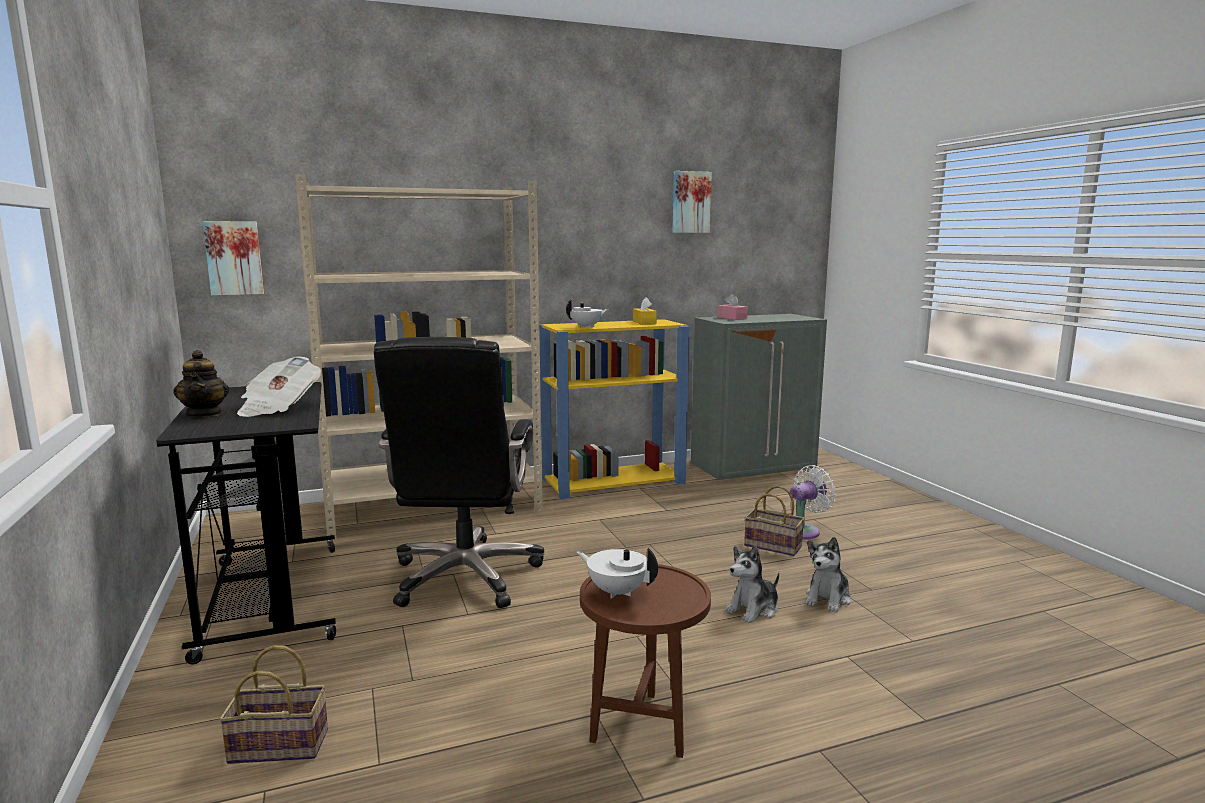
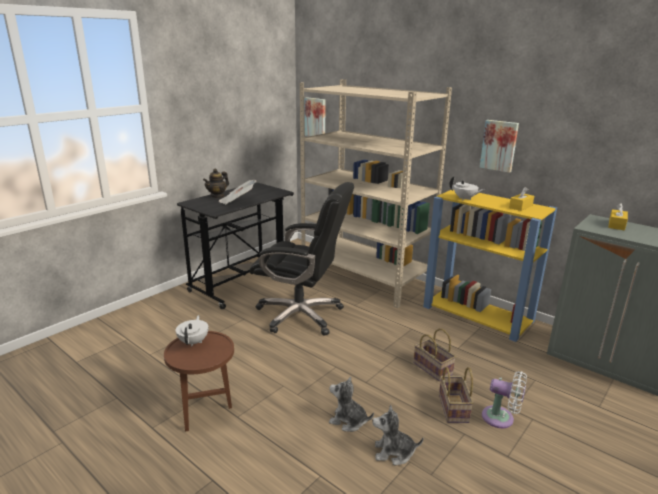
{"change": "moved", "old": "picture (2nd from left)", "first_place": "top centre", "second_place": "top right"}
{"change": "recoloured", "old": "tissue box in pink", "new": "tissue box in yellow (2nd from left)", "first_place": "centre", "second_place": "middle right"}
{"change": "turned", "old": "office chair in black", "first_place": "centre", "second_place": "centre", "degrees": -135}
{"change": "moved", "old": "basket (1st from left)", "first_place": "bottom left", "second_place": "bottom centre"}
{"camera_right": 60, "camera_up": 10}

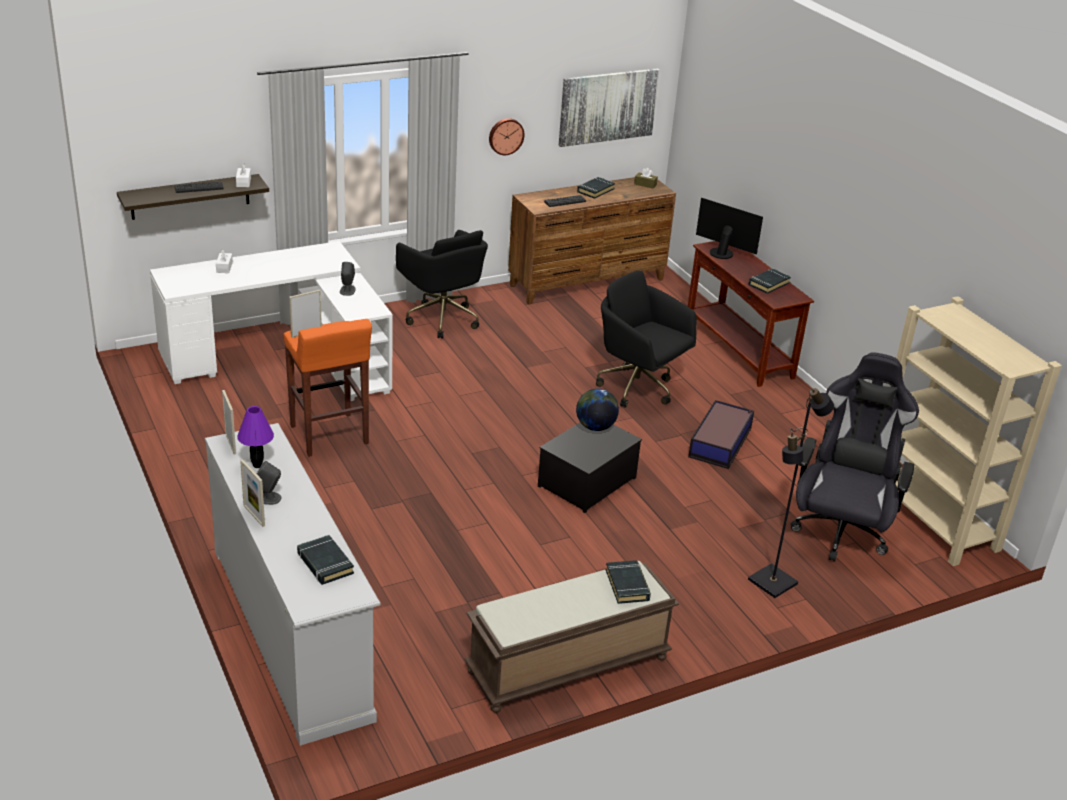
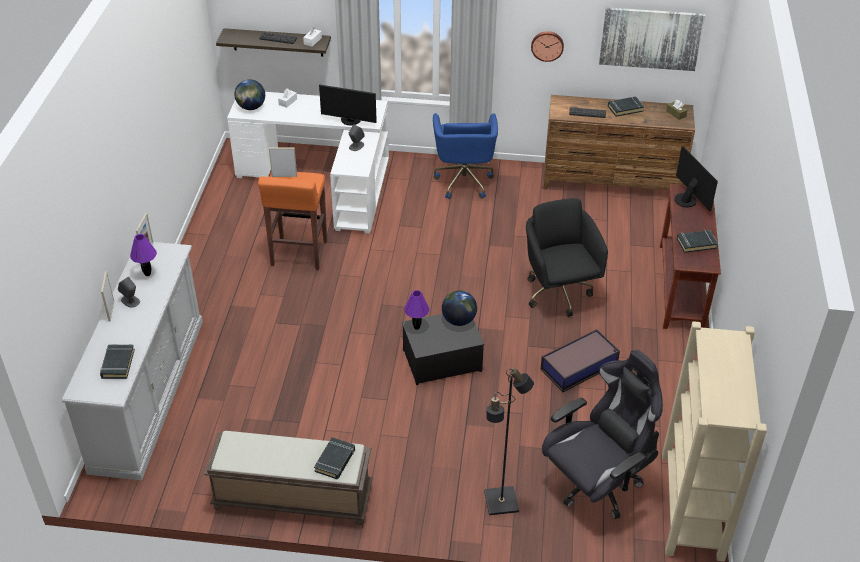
{"change": "recoloured", "old": "office chair in black (1st from left)", "new": "office chair in blue", "first_place": "centre", "second_place": "top centre"}
{"change": "added", "new": "globe (1st from left)", "second_place": "top left"}
{"change": "added", "new": "monitor (1st from left)", "second_place": "top centre"}
{"change": "added", "new": "table lamp in purple (2nd from left)", "second_place": "centre"}
{"camera_right": 35, "camera_up": 10}

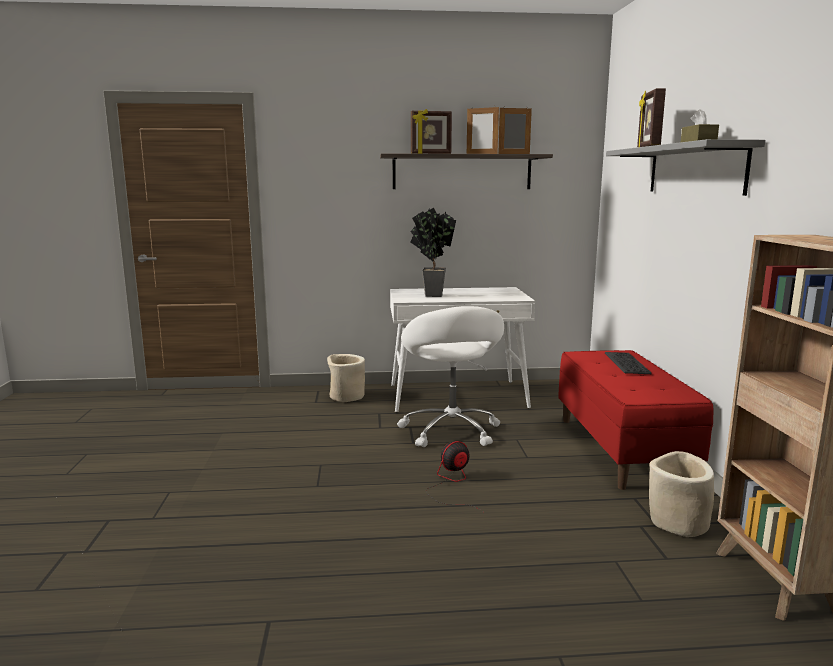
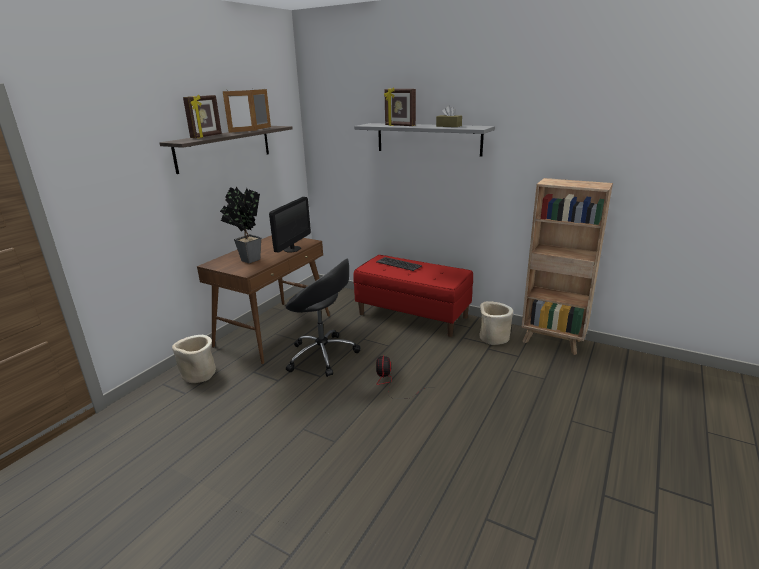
{"change": "recoloured", "old": "desk in white", "new": "desk in brown", "first_place": "centre", "second_place": "centre"}
{"change": "recoloured", "old": "office chair in white", "new": "office chair in black", "first_place": "centre", "second_place": "centre"}
{"change": "added", "new": "monitor", "second_place": "centre"}
{"camera_right": -55, "camera_up": 10}

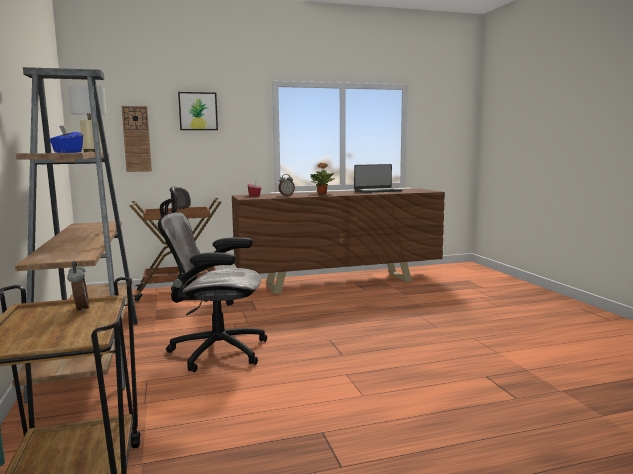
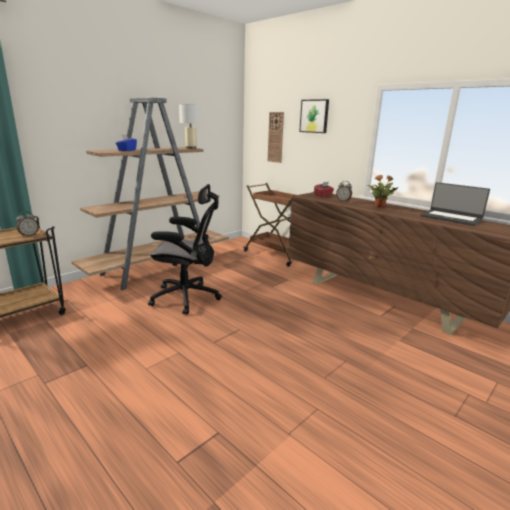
{"change": "turned", "old": "office chair", "first_place": "centre", "second_place": "centre", "degrees": 120}
{"camera_right": 60, "camera_up": 10}

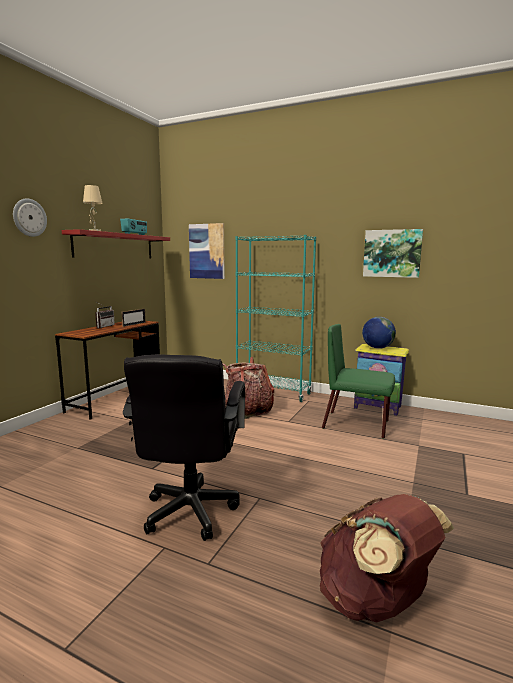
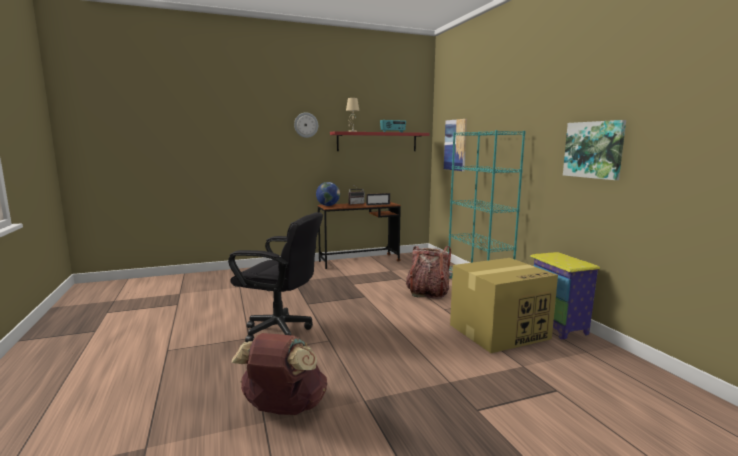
{"change": "moved", "old": "globe", "first_place": "middle right", "second_place": "centre"}
{"change": "replaced", "old": "chair in green", "new": "cardboard box", "first_place": "middle right", "second_place": "bottom right"}
{"change": "turned", "old": "office chair in black", "first_place": "centre", "second_place": "centre", "degrees": -120}
{"camera_right": 45, "camera_up": 0}

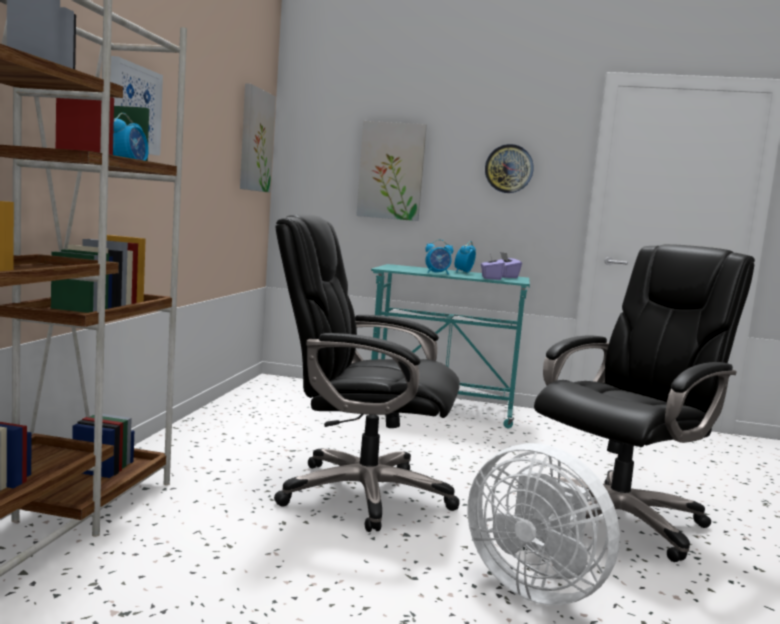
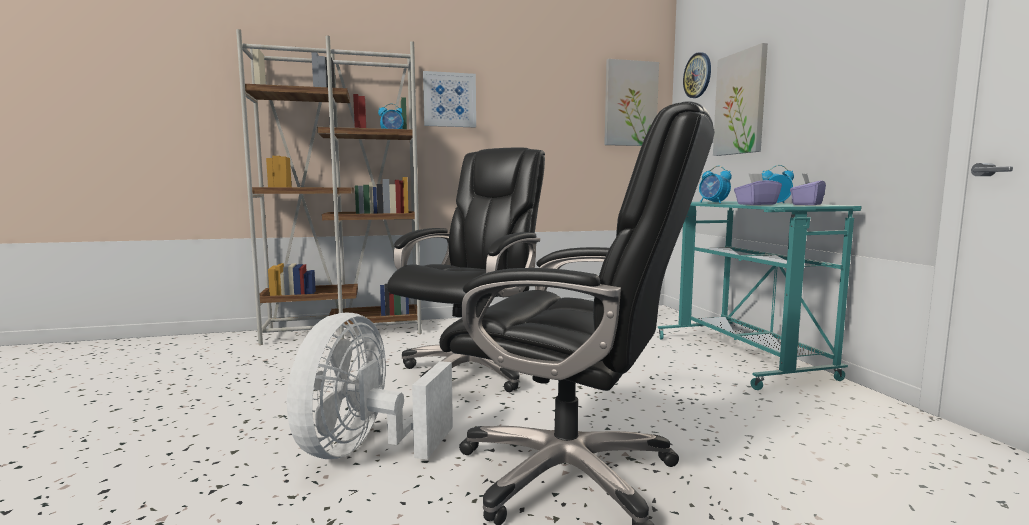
{"change": "moved", "old": "wall clock", "first_place": "top centre", "second_place": "top right"}
{"change": "turned", "old": "office chair in black (1st from left)", "first_place": "centre", "second_place": "centre", "degrees": 45}
{"camera_right": 65, "camera_up": 0}

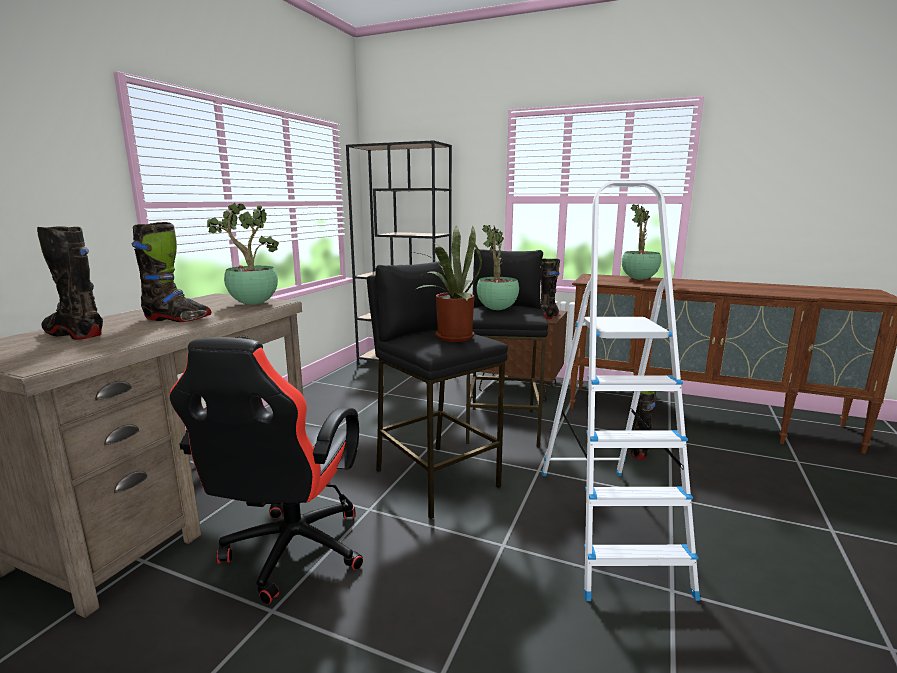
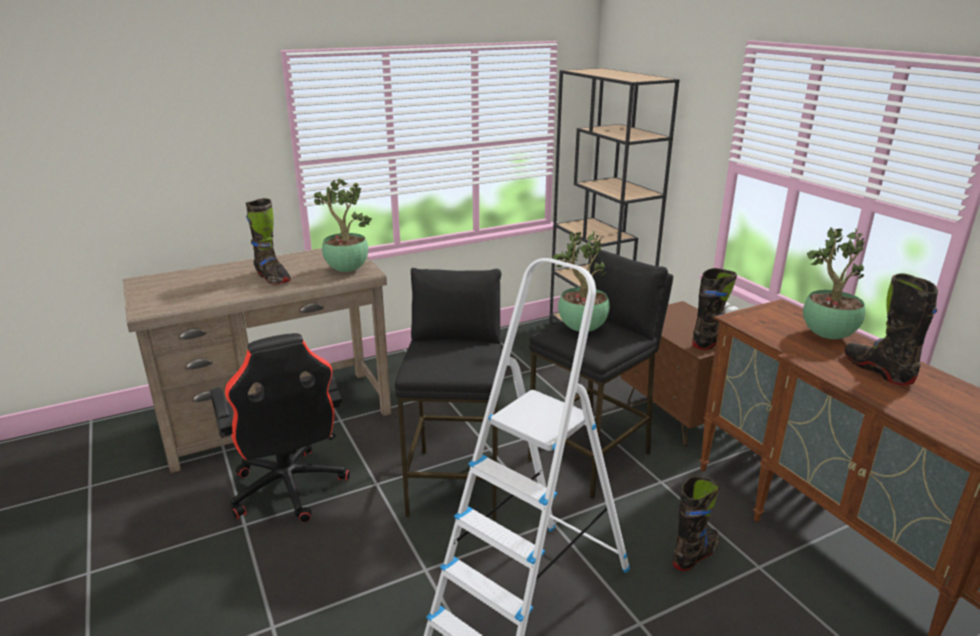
{"change": "removed", "old": "potted plant (2nd from left)", "first_place": "centre"}
{"change": "moved", "old": "boot in black (1st from left in the first image)", "new": "boot in black (4th from left)", "first_place": "middle left", "second_place": "middle right"}
{"change": "turned", "old": "office chair in black", "first_place": "bottom left", "second_place": "bottom left", "degrees": -75}
{"camera_right": 40, "camera_up": 10}

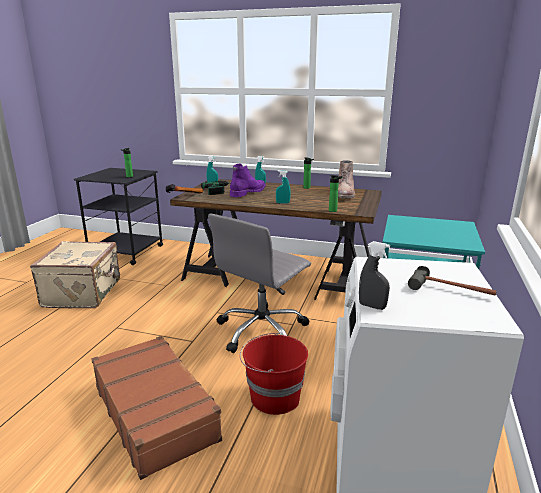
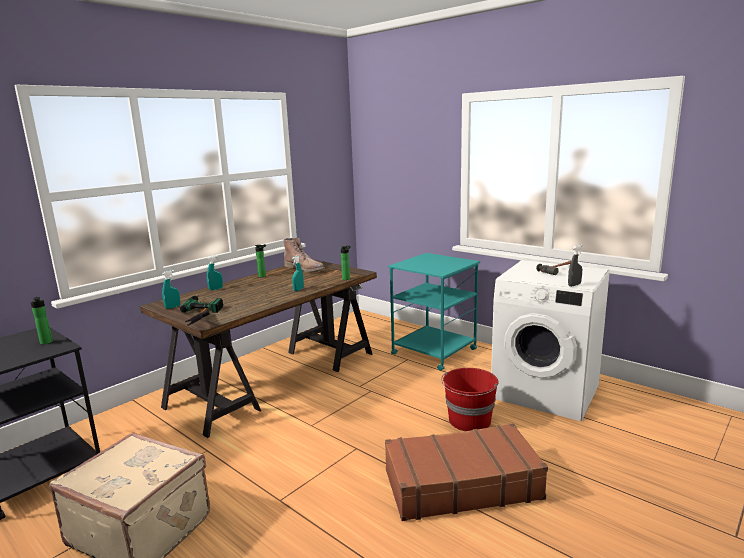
{"change": "removed", "old": "boot in purple", "first_place": "centre"}
{"change": "removed", "old": "office chair in grey", "first_place": "centre"}
{"camera_right": -65, "camera_up": -5}

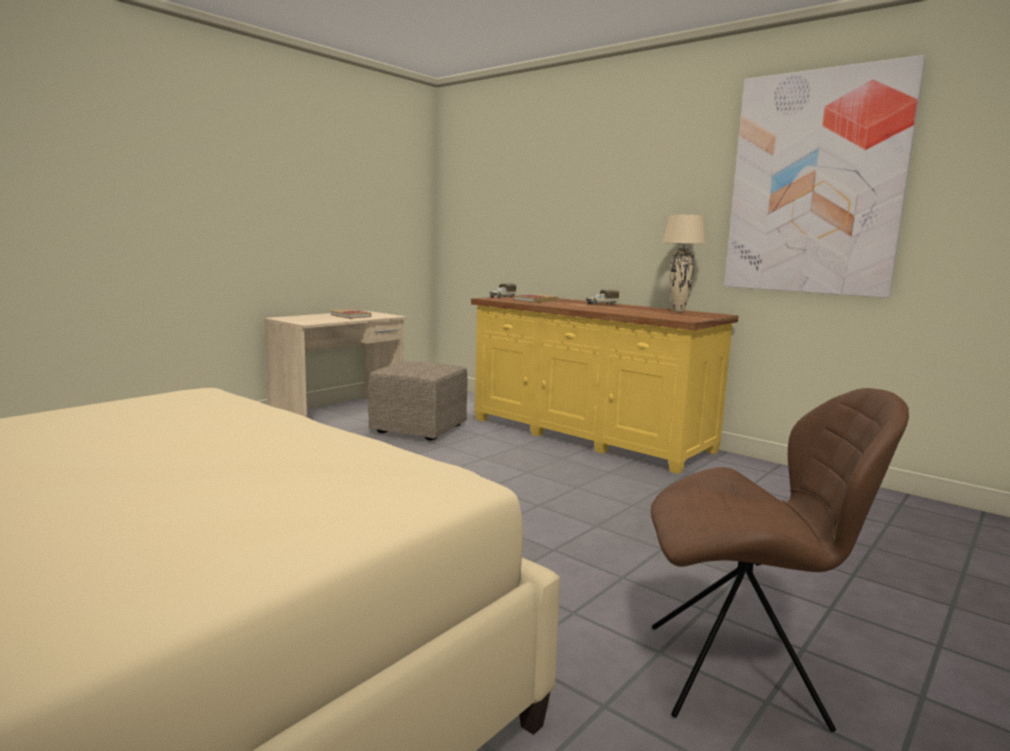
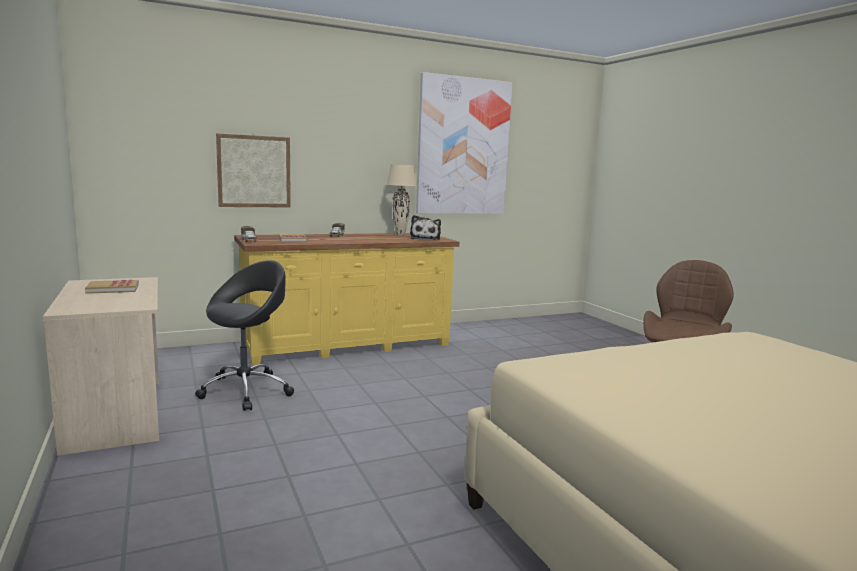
{"change": "replaced", "old": "ottoman in beige", "new": "office chair in black", "first_place": "centre", "second_place": "middle left"}
{"change": "added", "new": "picture (1st from left)", "second_place": "top left"}
{"change": "added", "new": "plush toy", "second_place": "centre"}
{"camera_right": -65, "camera_up": 0}

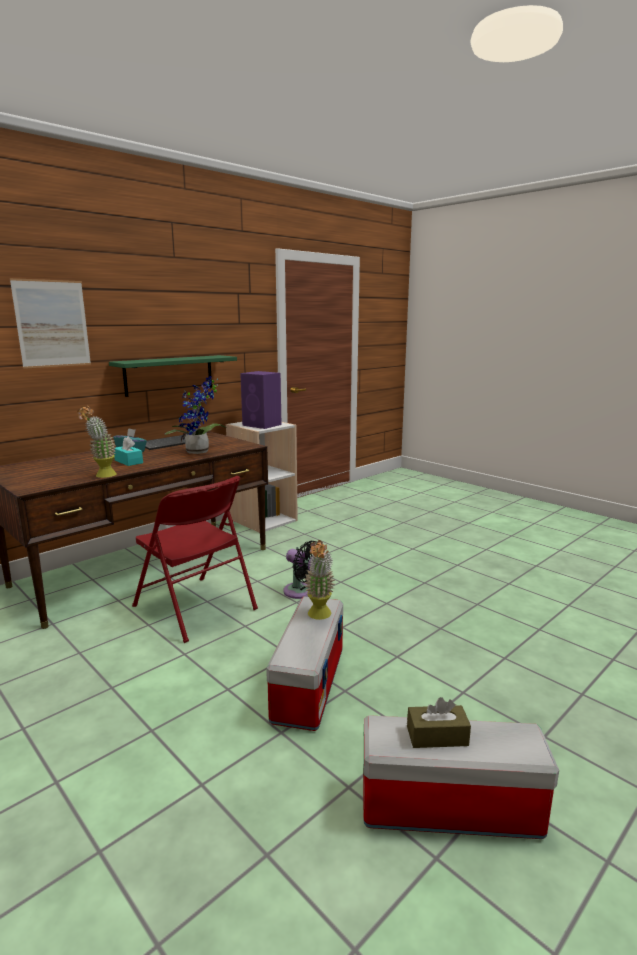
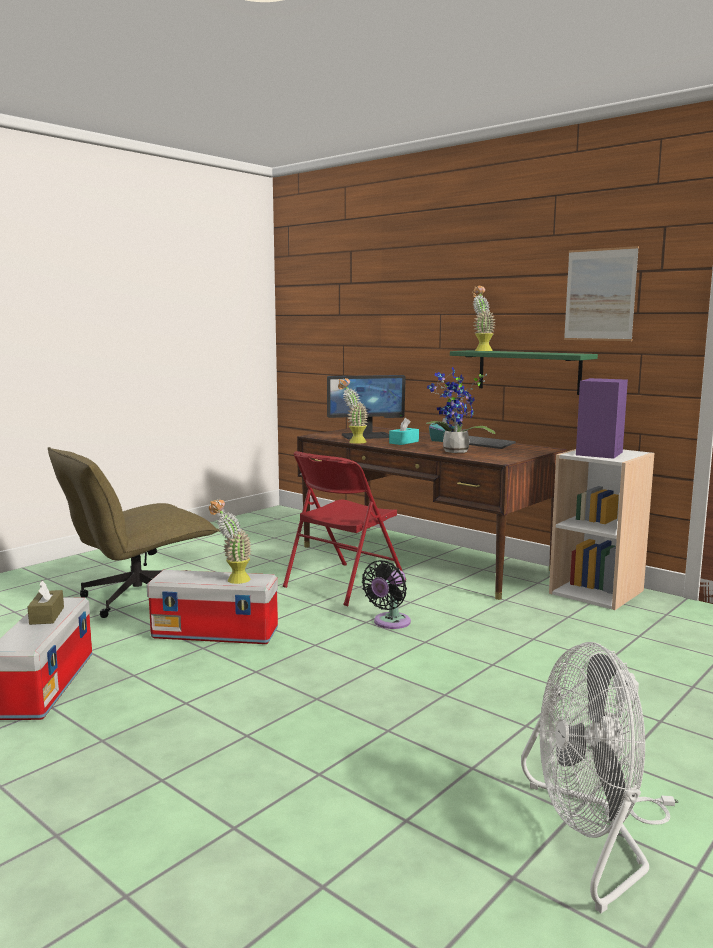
{"change": "moved", "old": "picture", "first_place": "middle left", "second_place": "top right"}
{"change": "added", "new": "potted plant (4th from left)", "second_place": "middle right"}
{"change": "added", "new": "monitor", "second_place": "centre"}
{"change": "added", "new": "office chair in beige", "second_place": "middle left"}
{"change": "added", "new": "fan in white", "second_place": "bottom right"}
{"camera_right": 85, "camera_up": -5}

